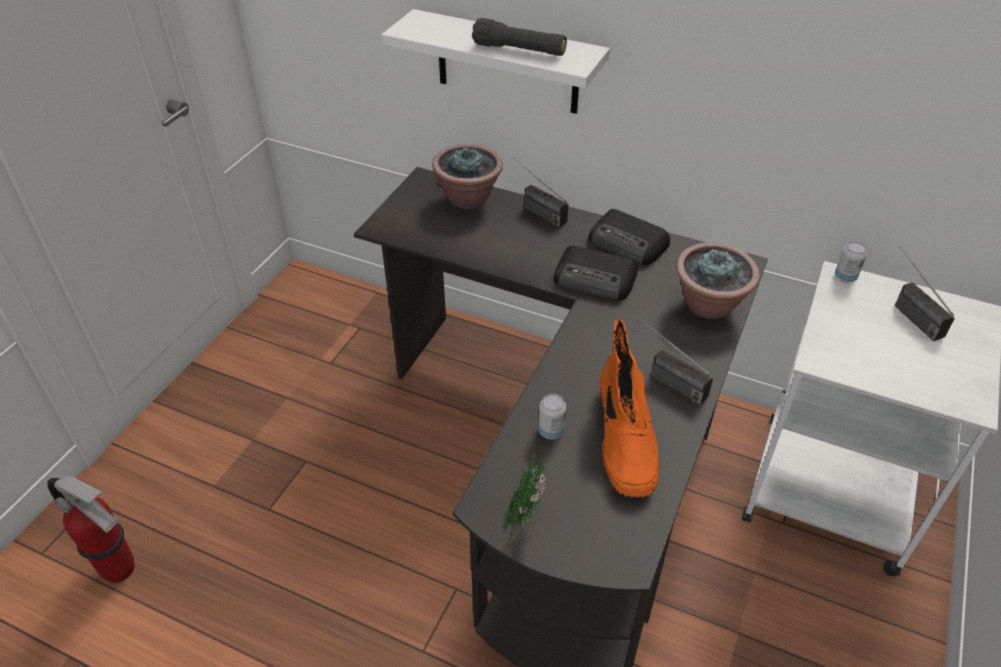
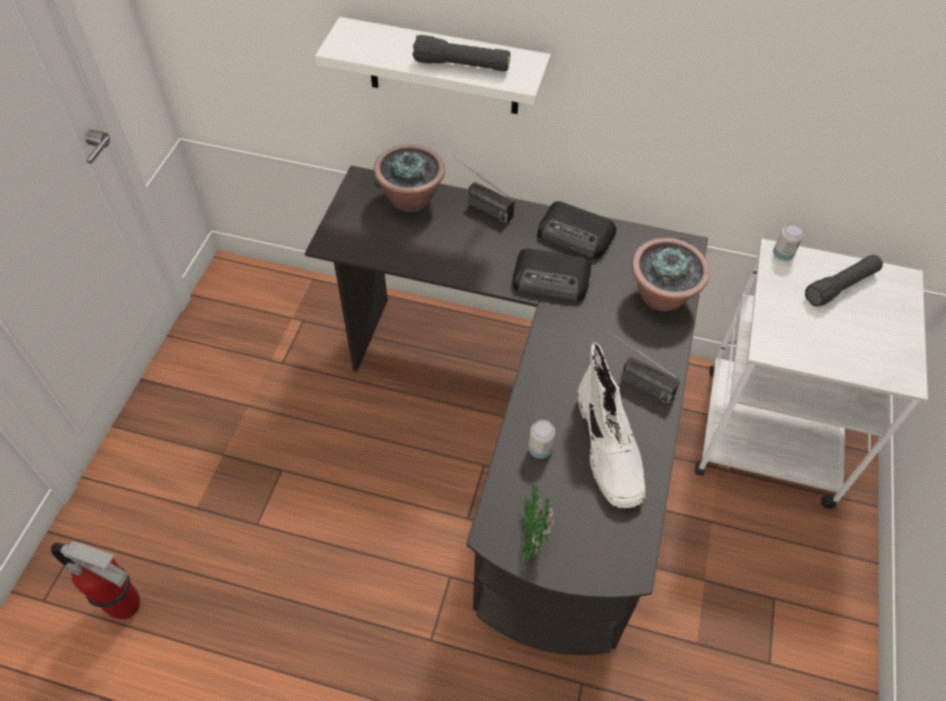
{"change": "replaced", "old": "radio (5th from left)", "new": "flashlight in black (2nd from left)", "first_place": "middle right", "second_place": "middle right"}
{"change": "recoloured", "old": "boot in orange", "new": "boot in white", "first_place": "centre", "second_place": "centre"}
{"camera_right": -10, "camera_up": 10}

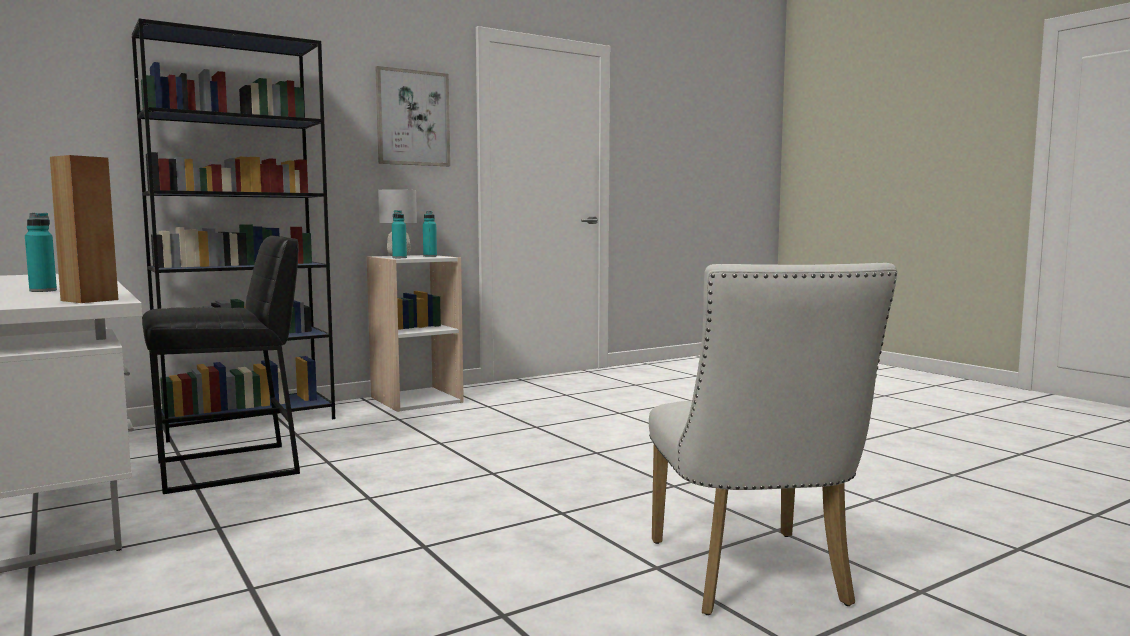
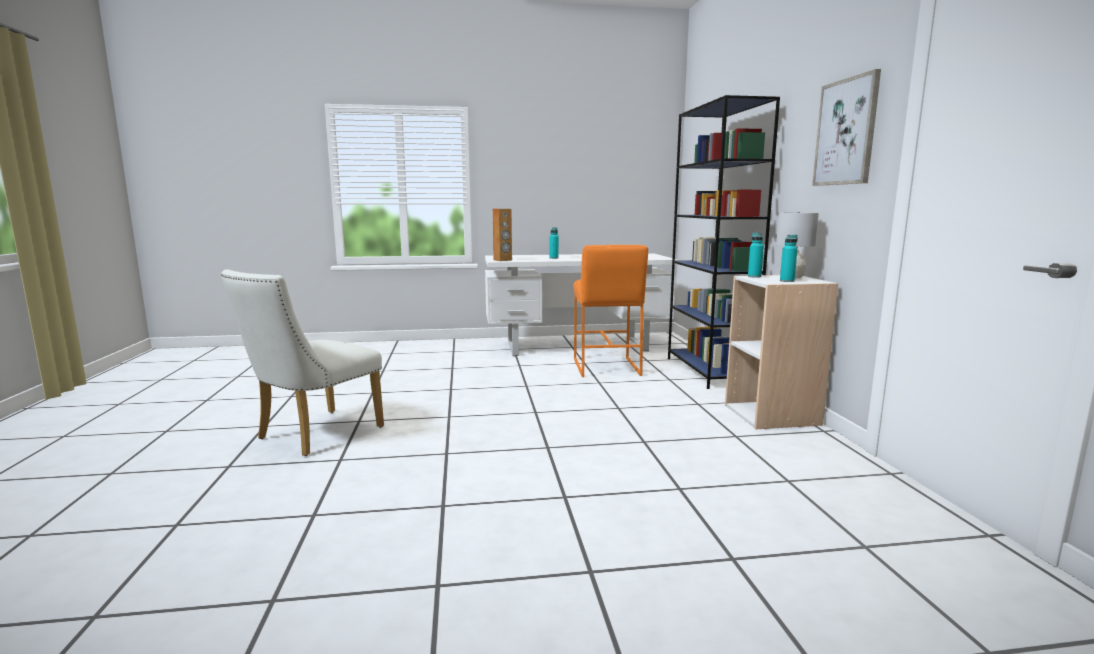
{"change": "recoloured", "old": "stool in black", "new": "stool in orange", "first_place": "middle left", "second_place": "centre"}
{"change": "turned", "old": "chair in white", "first_place": "bottom right", "second_place": "middle left", "degrees": -75}
{"camera_right": 115, "camera_up": 5}

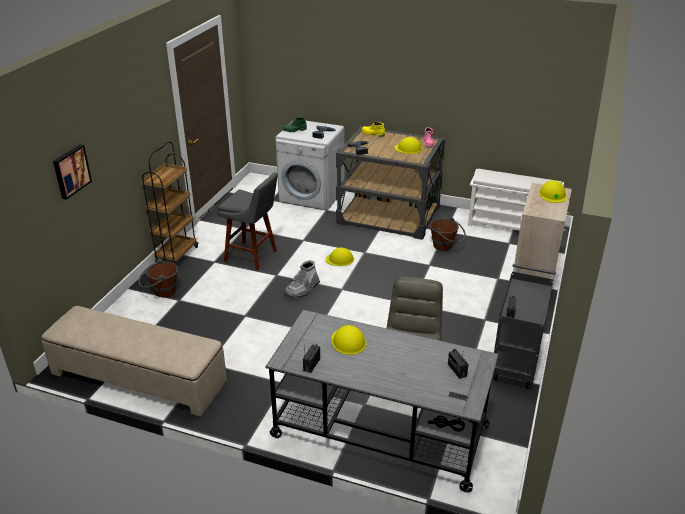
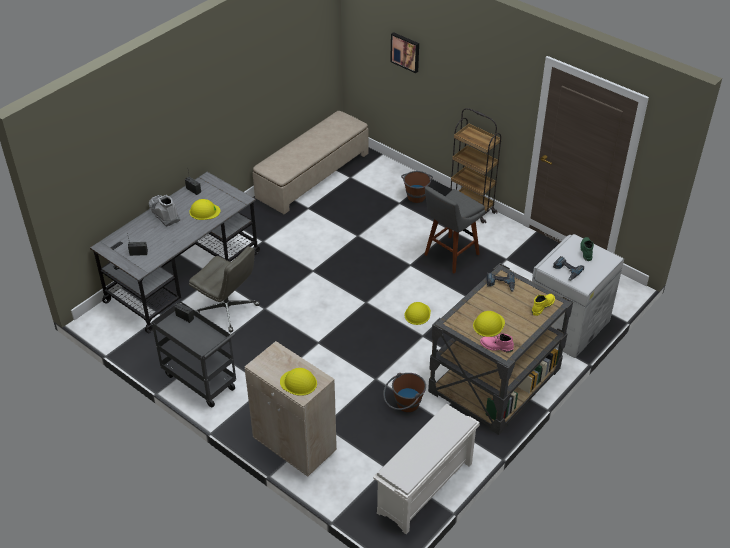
{"change": "moved", "old": "boot in grey", "first_place": "centre", "second_place": "middle left"}
{"camera_right": 110, "camera_up": 10}

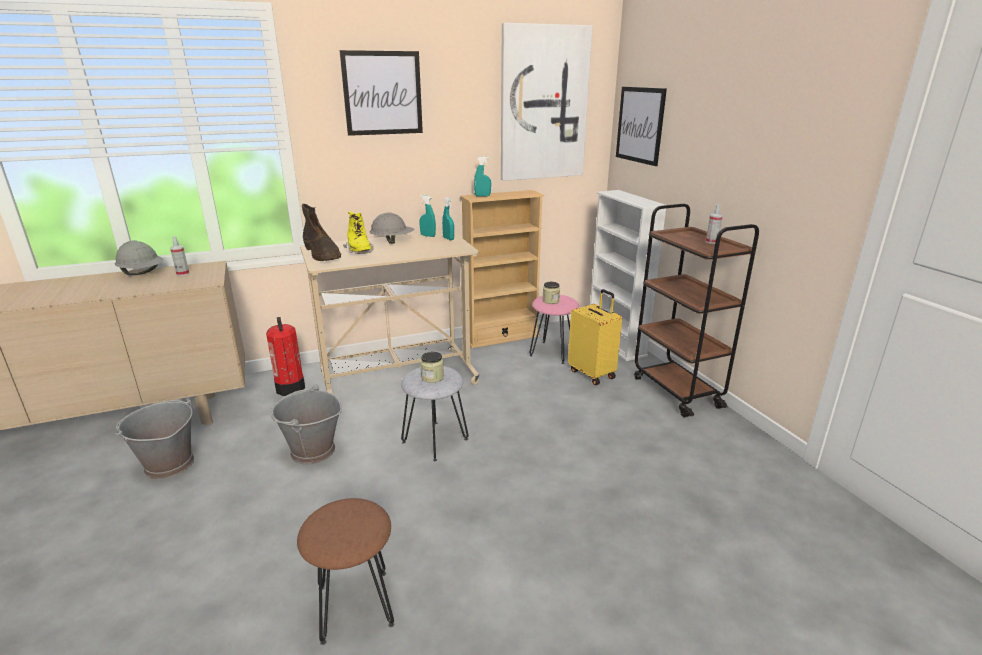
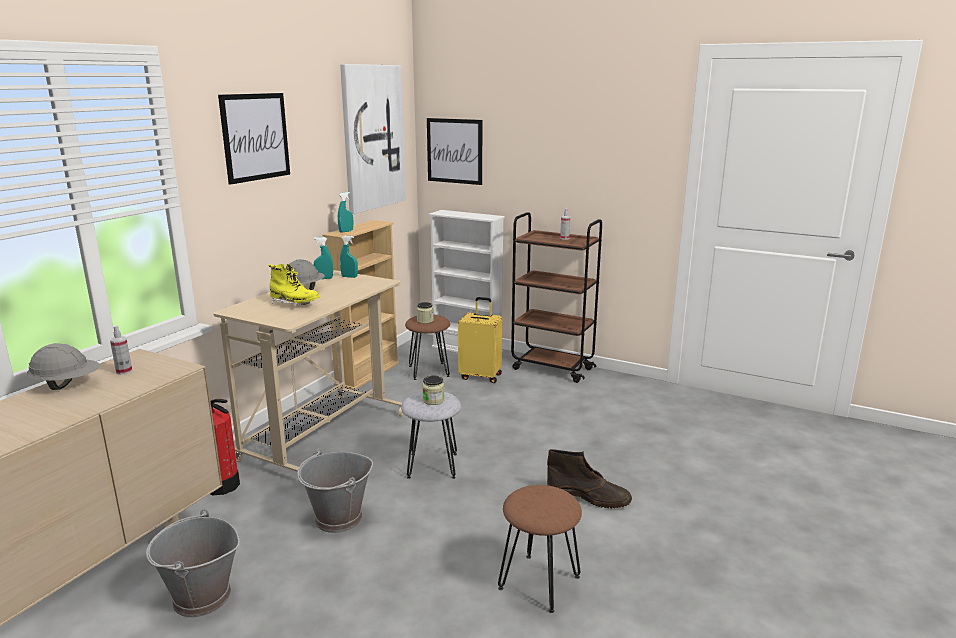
{"change": "moved", "old": "boot in brown", "first_place": "middle left", "second_place": "bottom centre"}
{"change": "recoloured", "old": "stool in pink", "new": "stool in brown (1st from left)", "first_place": "centre", "second_place": "centre"}
{"camera_right": -40, "camera_up": -5}

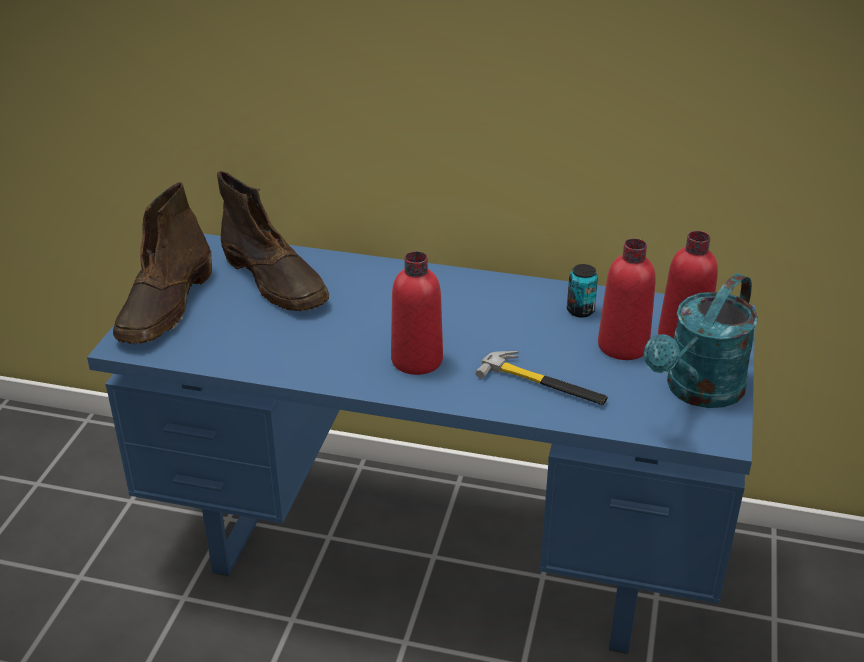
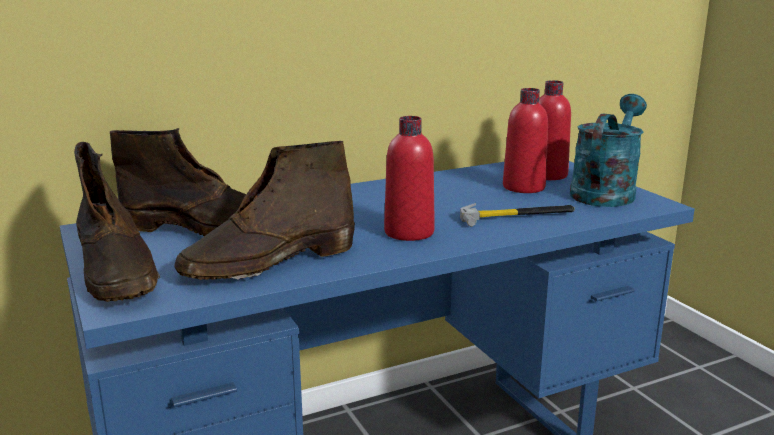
{"change": "removed", "old": "can", "first_place": "middle right"}
{"change": "turned", "old": "watering can in turquoise", "first_place": "middle right", "second_place": "middle right", "degrees": -150}
{"change": "added", "new": "boot in brown (3rd from left)", "second_place": "centre"}
{"camera_right": -40, "camera_up": -15}

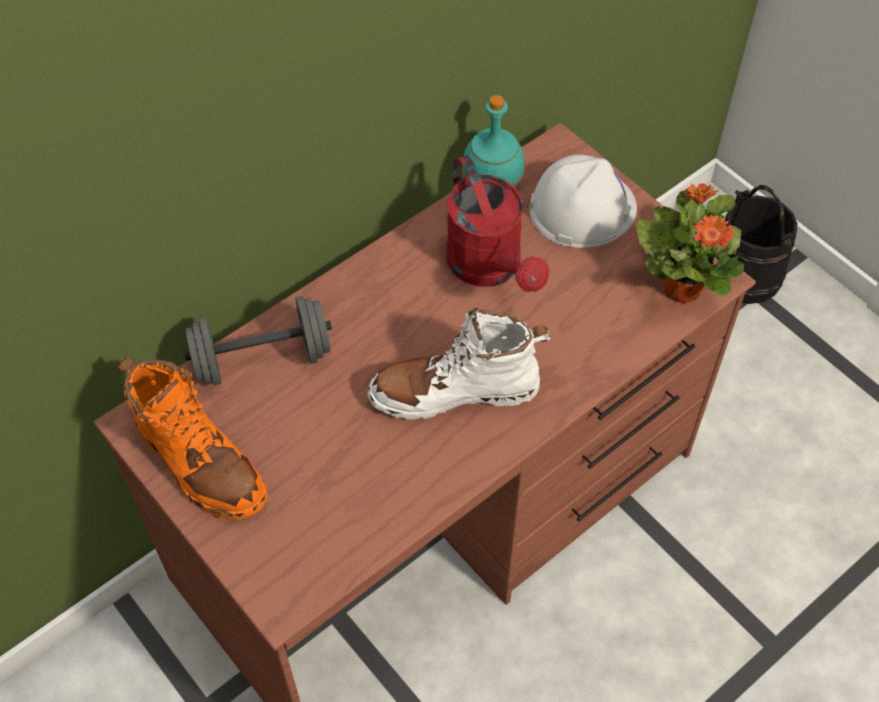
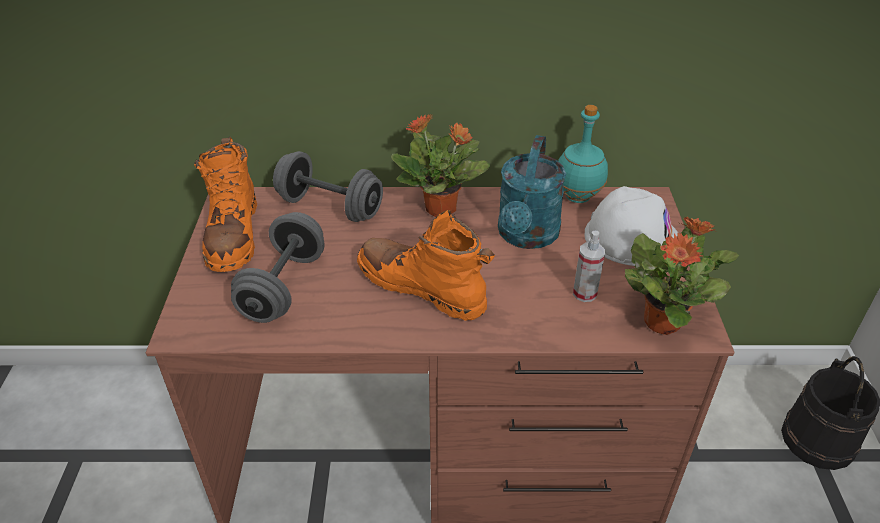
{"change": "recoloured", "old": "watering can in red", "new": "watering can in turquoise", "first_place": "top centre", "second_place": "centre"}
{"change": "recoloured", "old": "boot in white", "new": "boot in orange (2nd from left)", "first_place": "centre", "second_place": "centre"}
{"change": "added", "new": "potted plant (1st from left)", "second_place": "top centre"}
{"change": "added", "new": "dumbbell in grey (1st from left)", "second_place": "middle left"}
{"change": "added", "new": "spray bottle", "second_place": "middle right"}
{"camera_right": 40, "camera_up": -15}

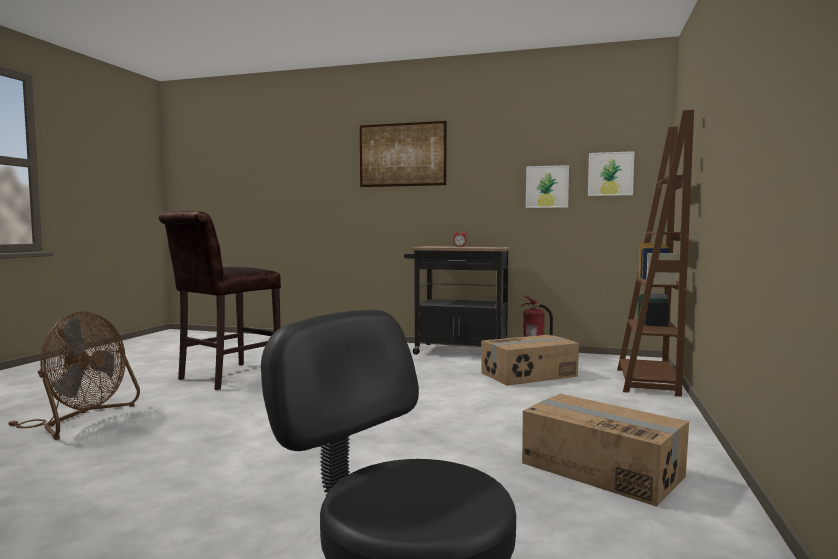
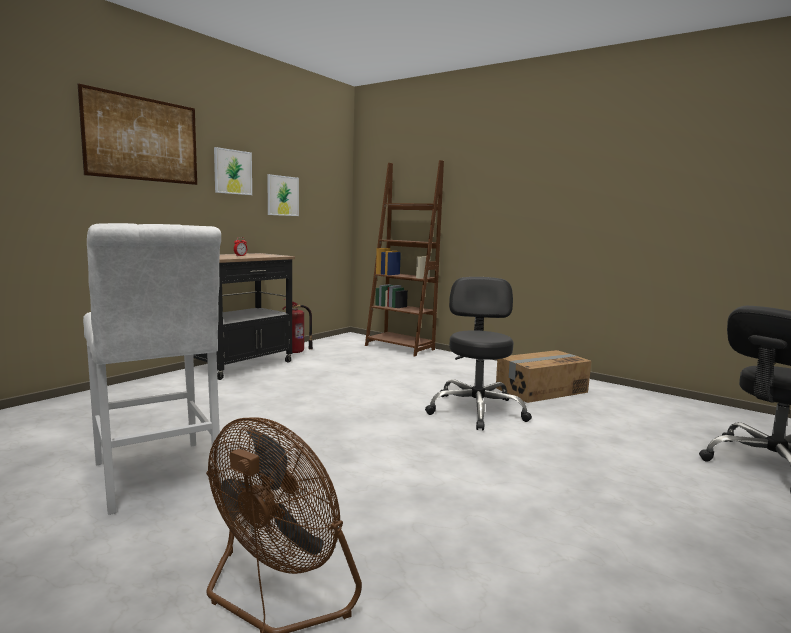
{"change": "moved", "old": "picture (3rd from left in the first image)", "new": "picture (2nd from left)", "first_place": "top right", "second_place": "top left"}
{"change": "recoloured", "old": "stool in brown", "new": "stool in white", "first_place": "middle left", "second_place": "middle left"}
{"change": "removed", "old": "cardboard box (1st from left)", "first_place": "centre"}
{"change": "added", "new": "office chair in black (1st from left)", "second_place": "centre"}
{"camera_right": -70, "camera_up": 5}

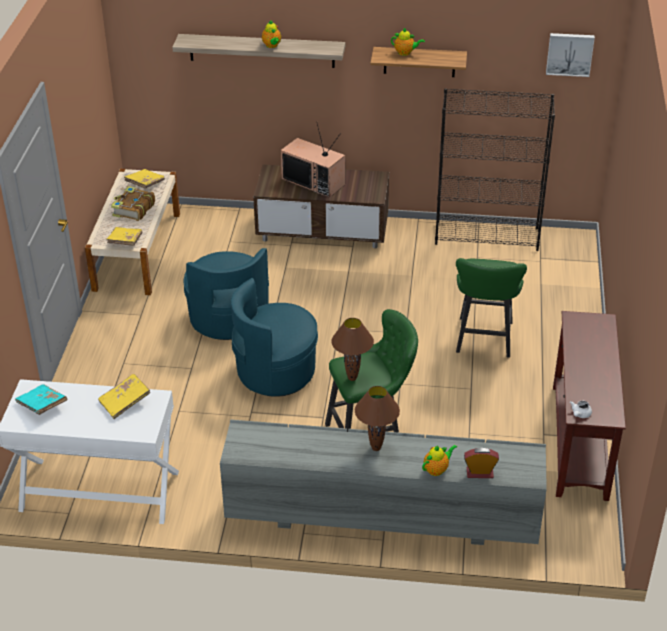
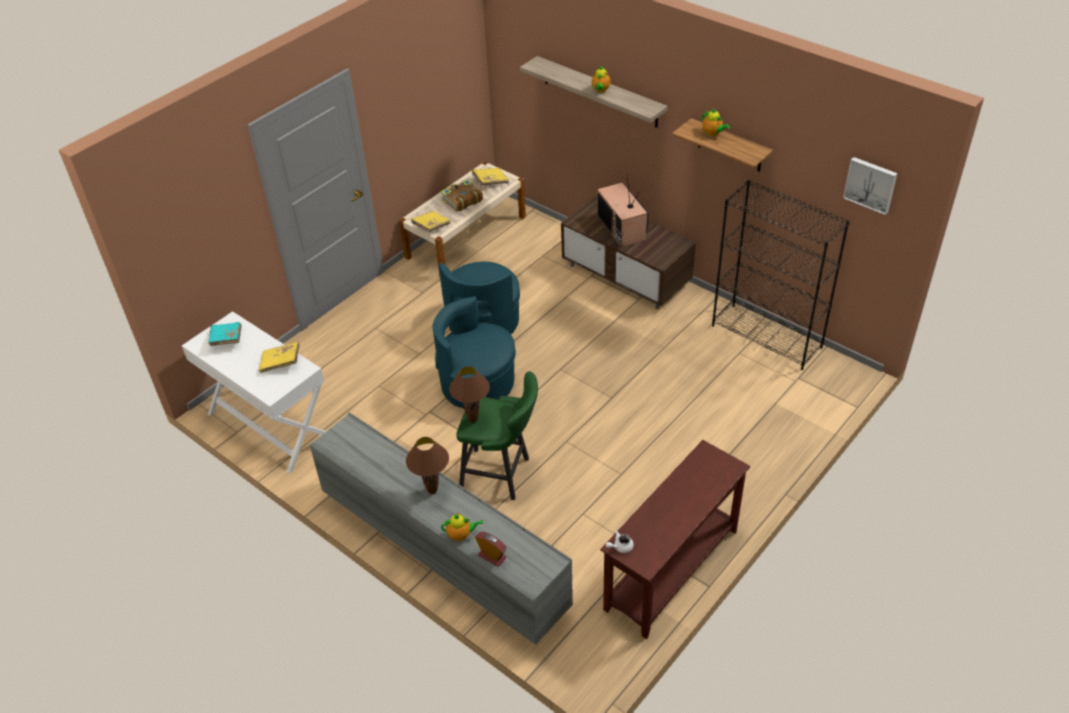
{"change": "removed", "old": "stool in green (2nd from left)", "first_place": "middle right"}
{"camera_right": 35, "camera_up": 5}

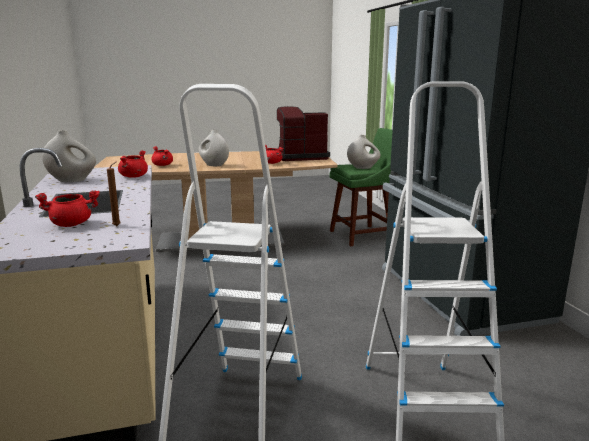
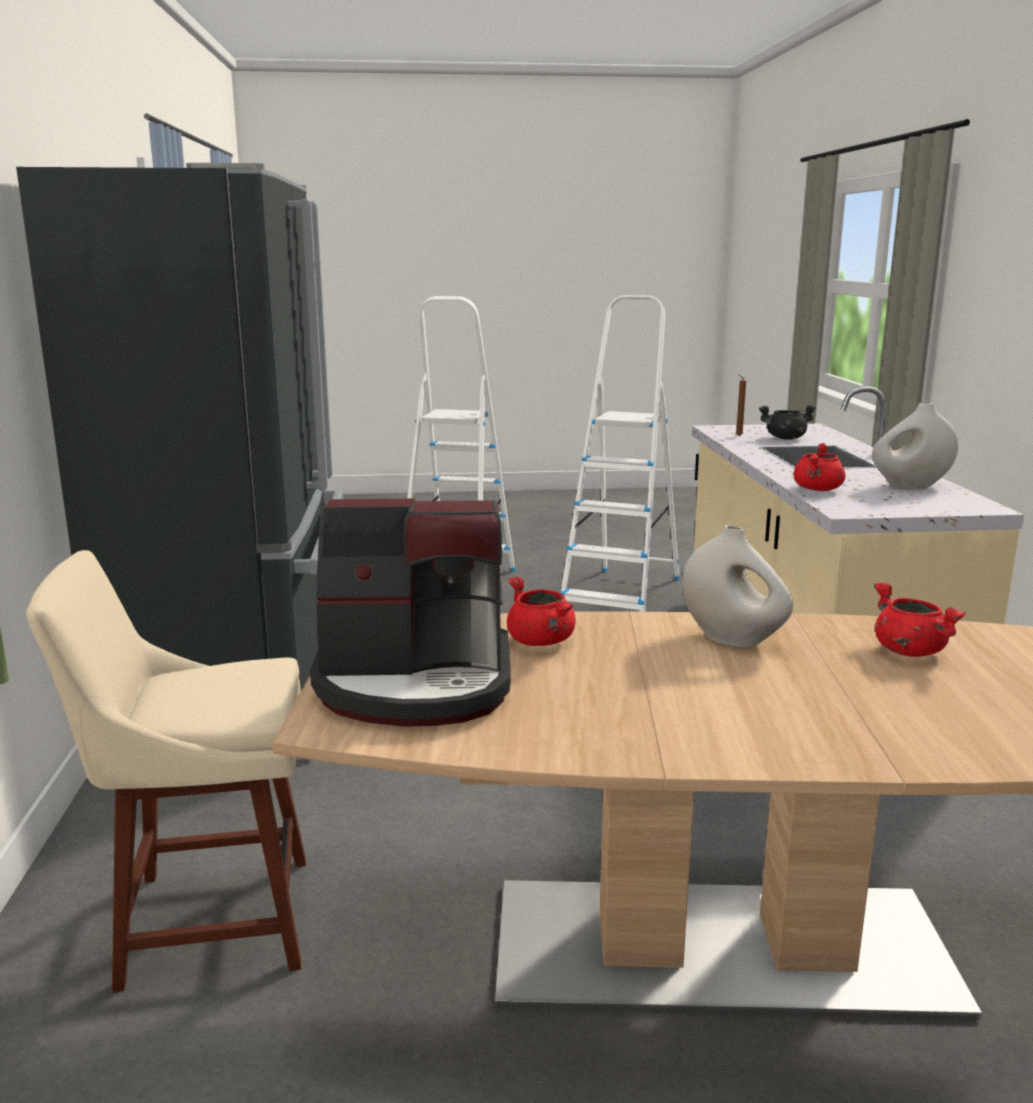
{"change": "recoloured", "old": "stool in green", "new": "stool in beige", "first_place": "centre", "second_place": "bottom left"}
{"change": "removed", "old": "vase in white (3rd from left)", "first_place": "centre"}
{"change": "recoloured", "old": "cooking pot in red (1st from left)", "new": "cooking pot in black", "first_place": "middle left", "second_place": "middle right"}
{"camera_right": -170, "camera_up": 0}

